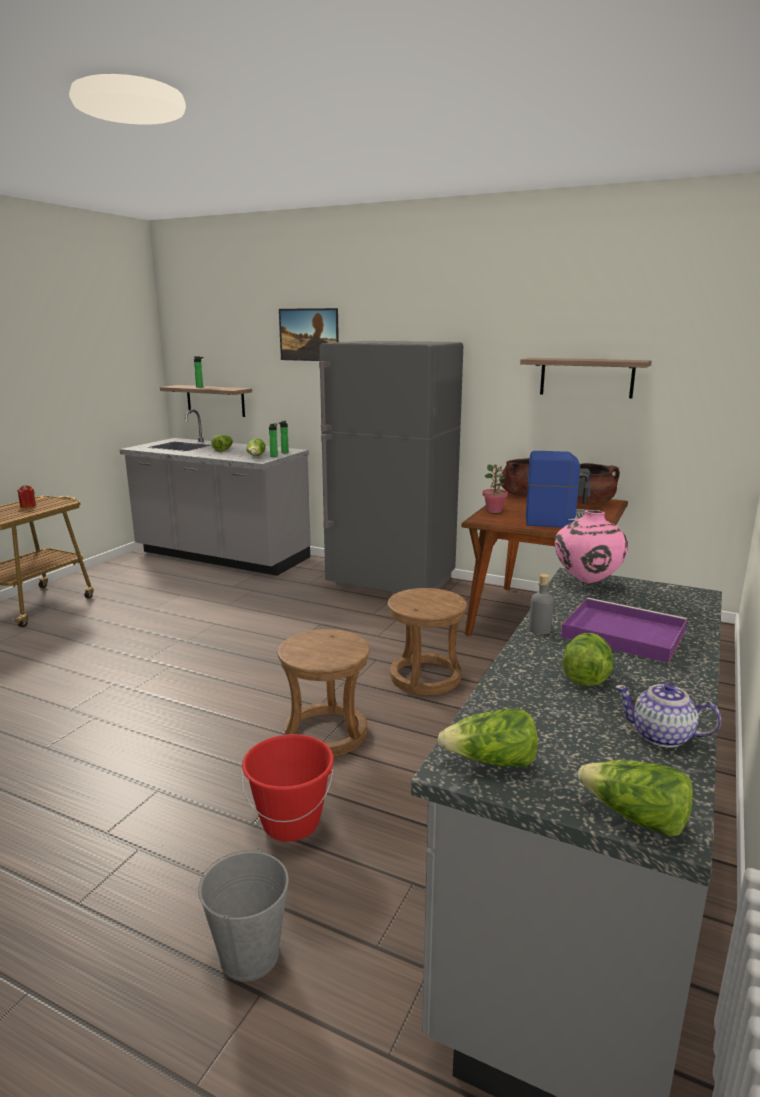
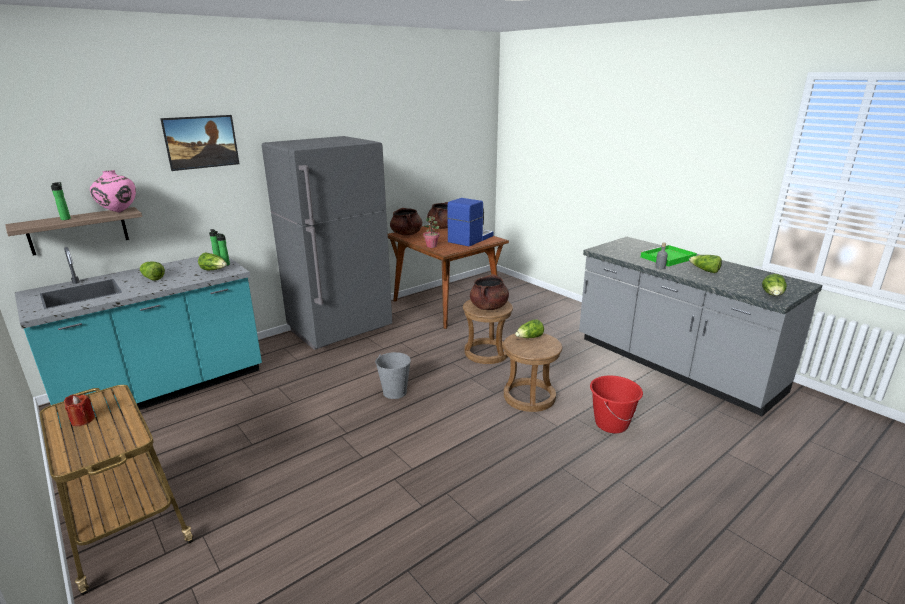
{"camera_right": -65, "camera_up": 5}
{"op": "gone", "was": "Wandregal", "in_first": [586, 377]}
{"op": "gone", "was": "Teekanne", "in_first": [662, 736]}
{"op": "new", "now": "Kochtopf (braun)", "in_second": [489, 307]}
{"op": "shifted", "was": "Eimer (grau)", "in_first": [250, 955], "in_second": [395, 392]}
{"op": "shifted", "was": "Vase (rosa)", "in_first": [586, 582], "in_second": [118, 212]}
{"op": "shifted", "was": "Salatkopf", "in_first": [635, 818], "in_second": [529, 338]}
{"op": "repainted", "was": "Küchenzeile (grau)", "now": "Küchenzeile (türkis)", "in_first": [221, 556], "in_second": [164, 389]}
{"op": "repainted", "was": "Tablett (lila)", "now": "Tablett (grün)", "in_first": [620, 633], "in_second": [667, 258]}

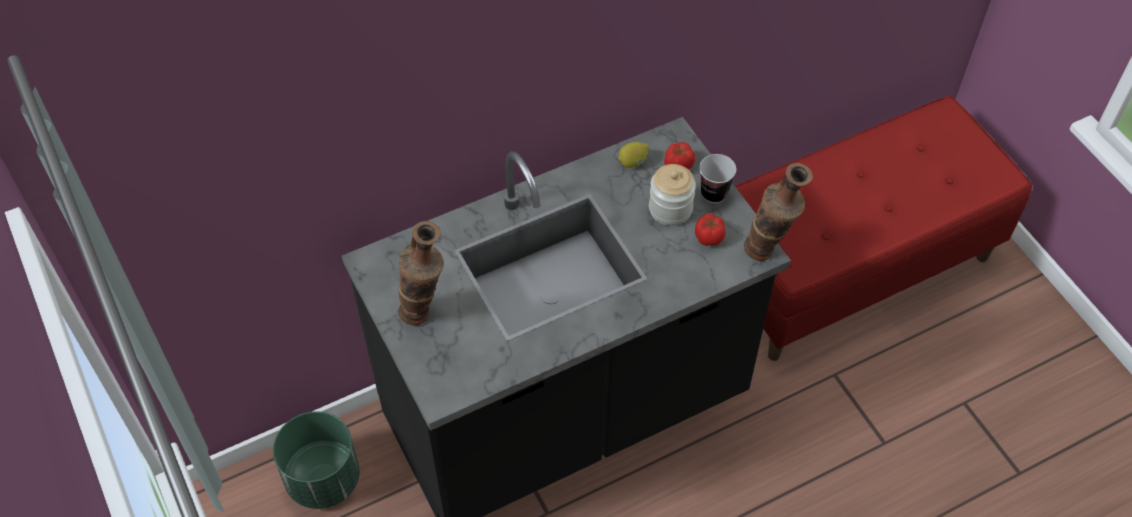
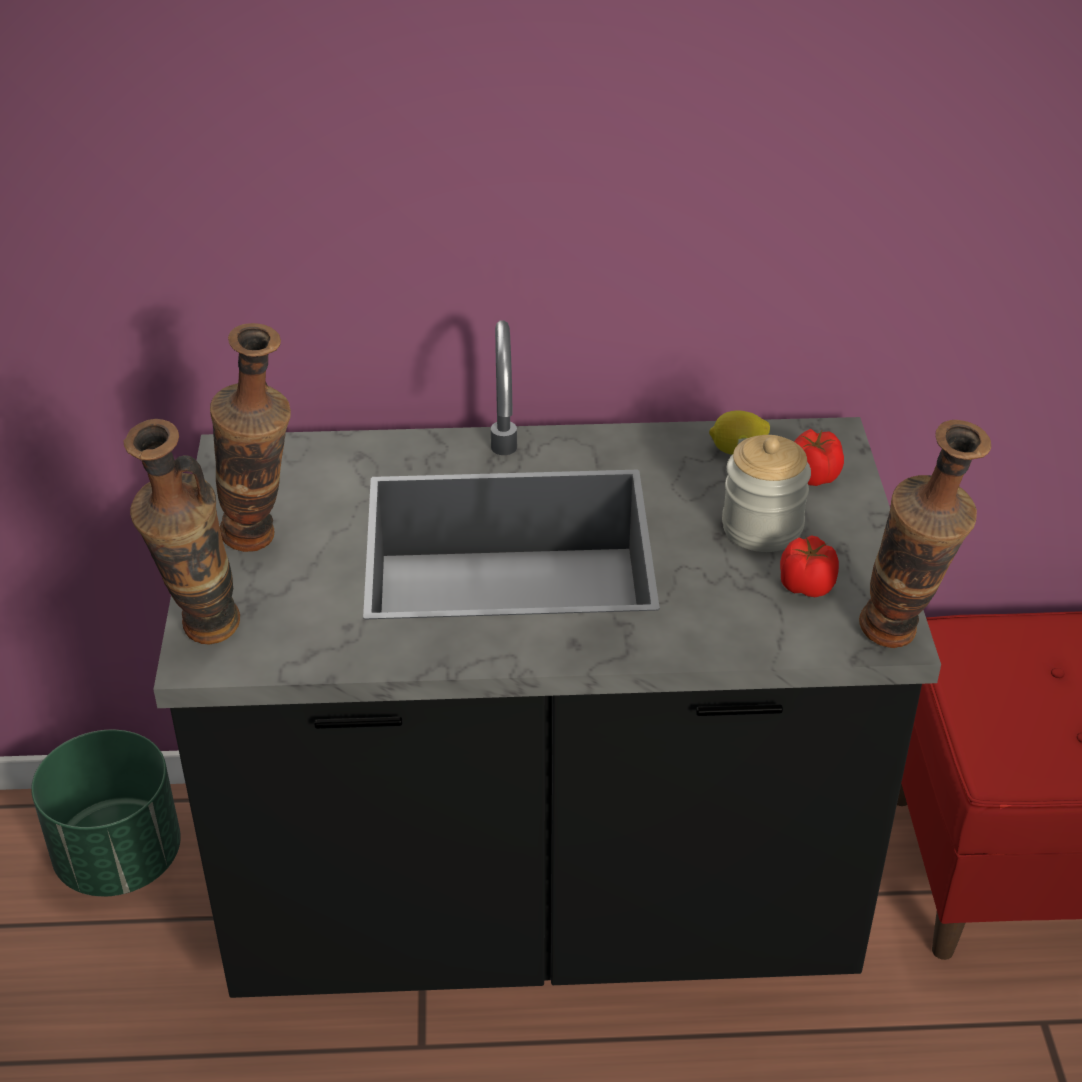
{"camera_right": 25, "camera_up": -15}
{"op": "gone", "was": "Tasse", "in_first": [714, 193]}
{"op": "new", "now": "Vase", "in_second": [202, 639]}

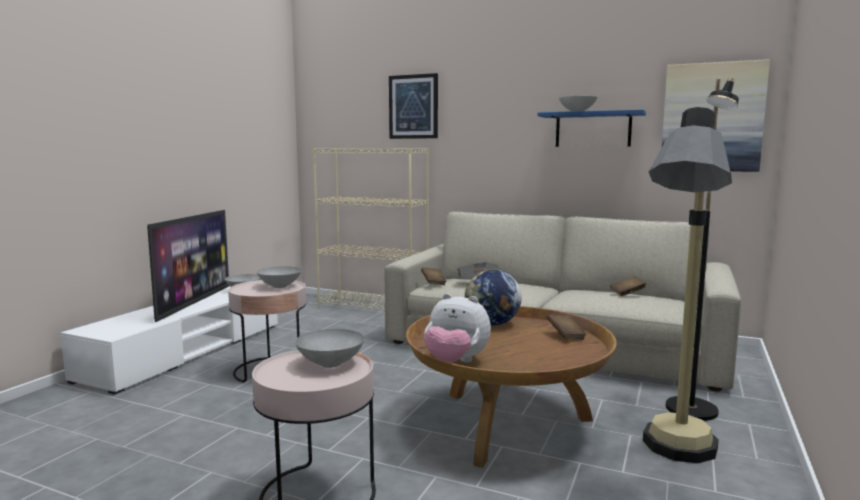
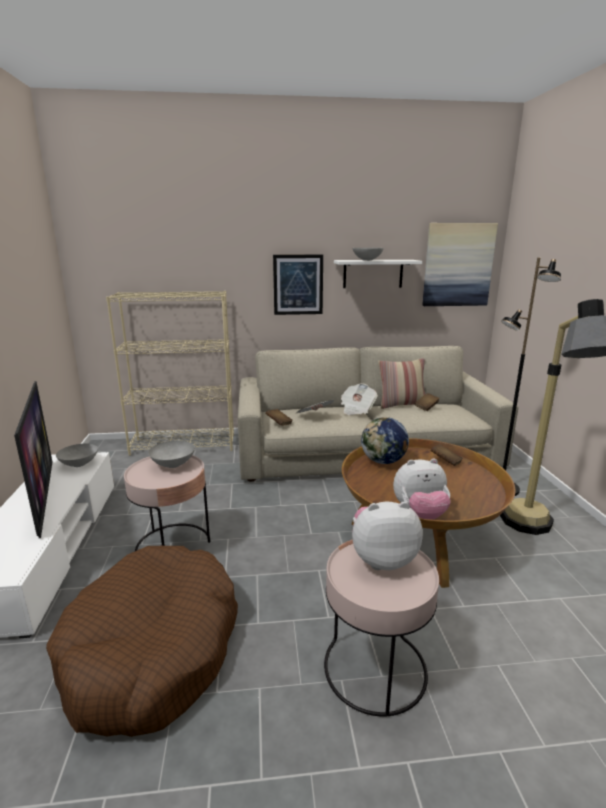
{"camera_right": -30, "camera_up": 10}
{"op": "new", "now": "Hundebett (braun)", "in_second": [153, 649]}
{"op": "new", "now": "Zeitung", "in_second": [357, 409]}
{"op": "new", "now": "Kissen", "in_second": [401, 405]}
{"op": "shifted", "was": "Bild", "in_first": [413, 107], "in_second": [298, 284]}
{"op": "swapped", "was": "Schüssel (grau)", "now": "Plüschtier", "in_first": [329, 363], "in_second": [382, 559]}
{"op": "repainted", "was": "Wandregal (blau)", "now": "Wandregal (weiß)", "in_first": [593, 129], "in_second": [373, 273]}

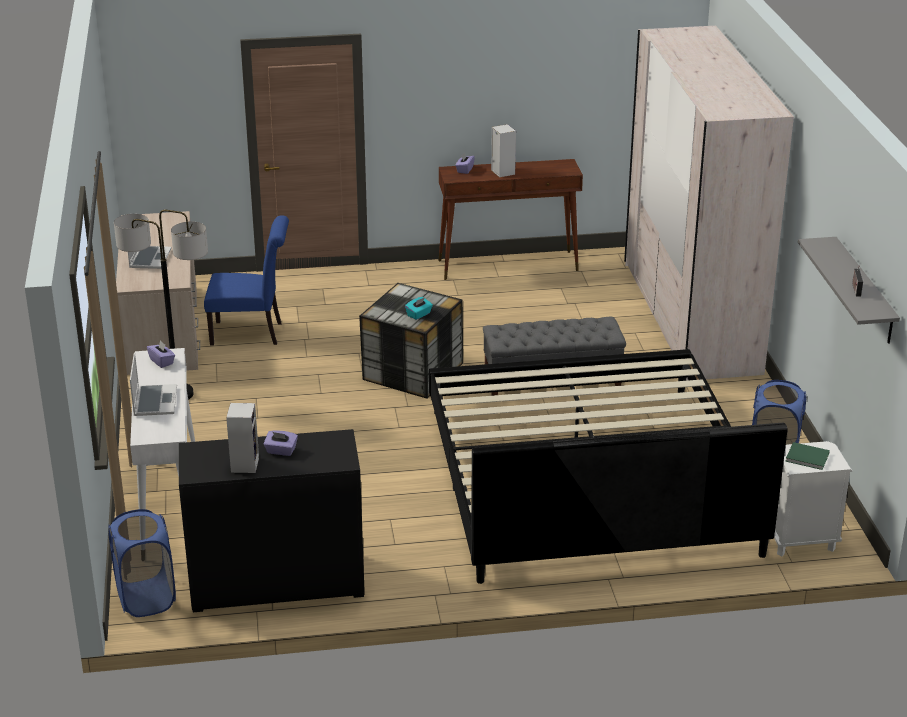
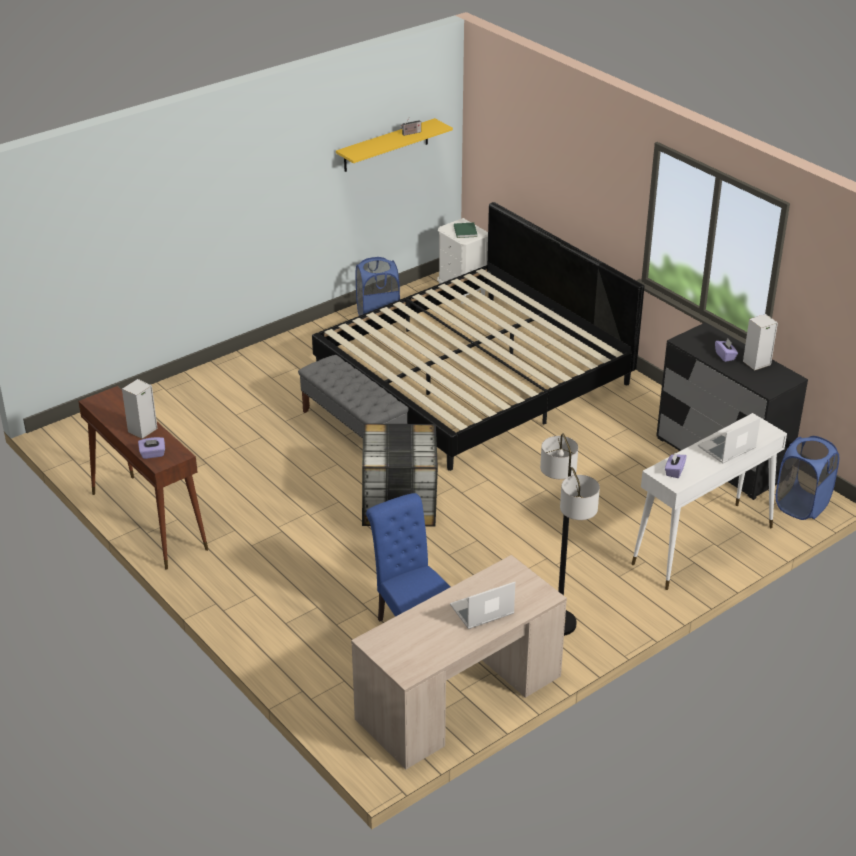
{"camera_right": -120, "camera_up": 5}
{"op": "gone", "was": "Taschentuchbox (türkis)", "in_first": [419, 315]}
{"op": "gone", "was": "Kleiderschrank (beige)", "in_first": [690, 317]}
{"op": "repainted", "was": "Wandregal (grau)", "now": "Wandregal (gelb)", "in_first": [864, 291], "in_second": [386, 145]}

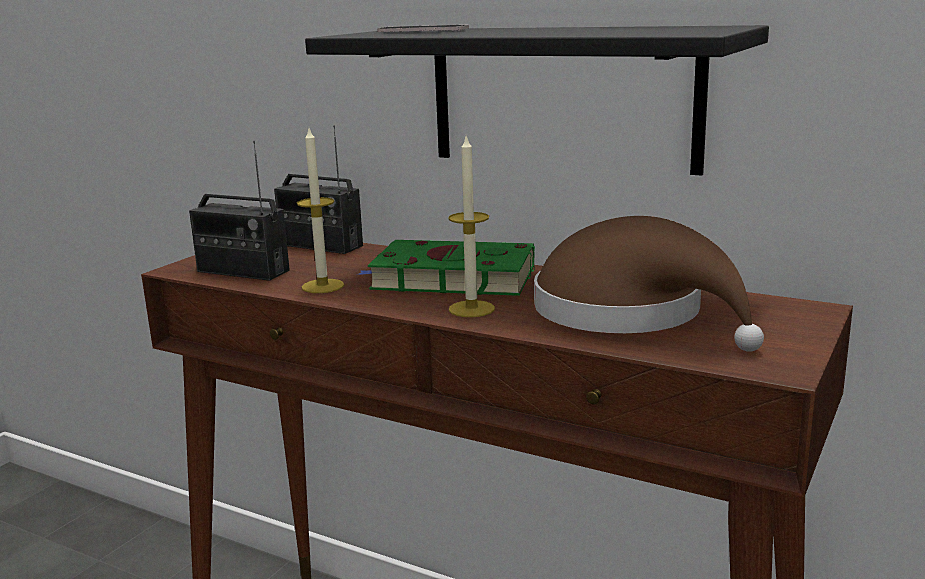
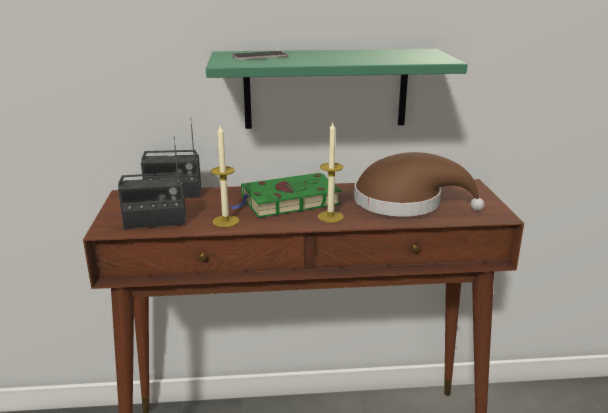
{"camera_right": -35, "camera_up": 5}
{"op": "repainted", "was": "Wandregal (schwarz)", "now": "Wandregal (grün)", "in_first": [562, 97], "in_second": [326, 89]}

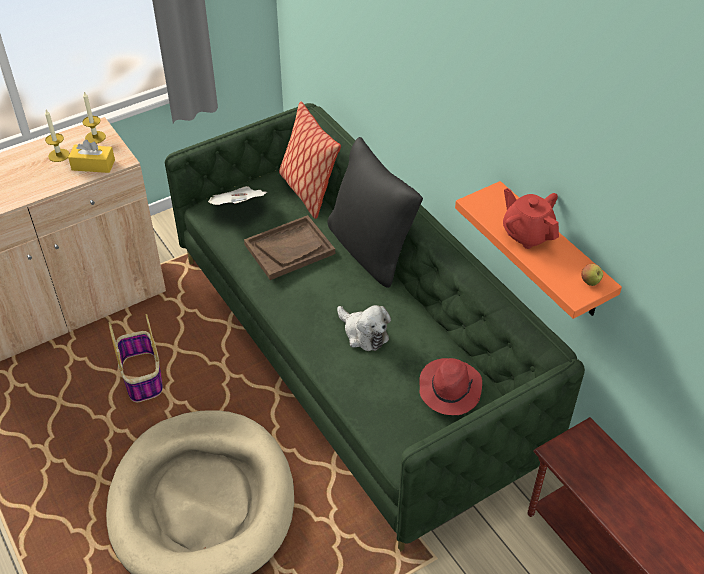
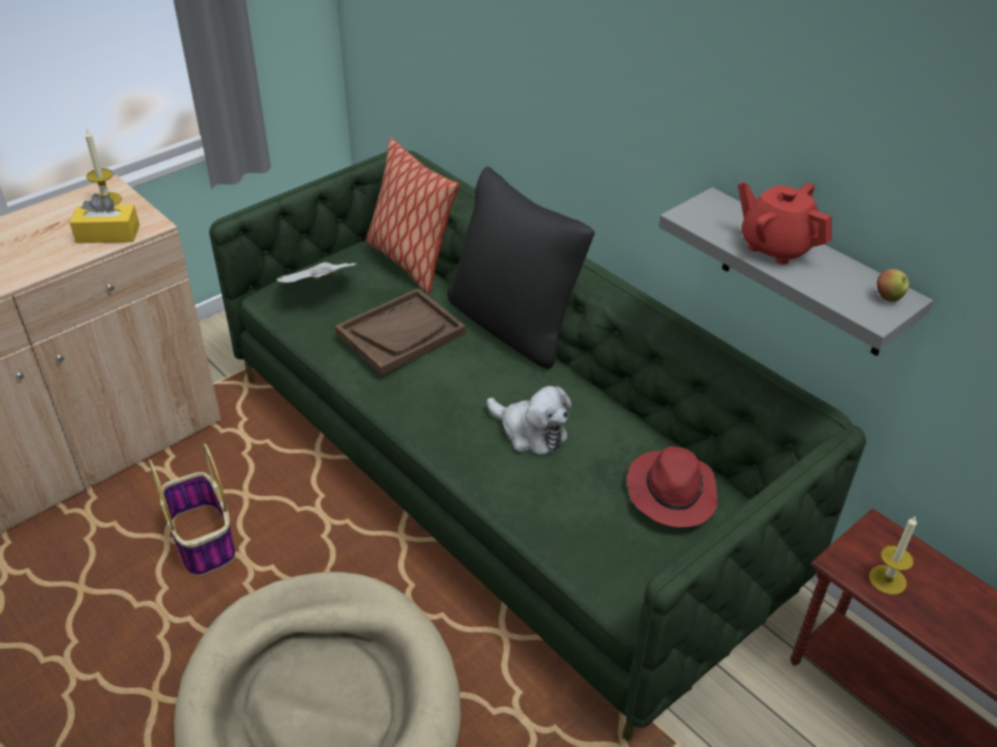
{"camera_right": -10, "camera_up": -5}
{"op": "shifted", "was": "Kerze", "in_first": [59, 155], "in_second": [887, 580]}
{"op": "repainted", "was": "Wandregal (orange)", "now": "Wandregal (grau)", "in_first": [553, 252], "in_second": [805, 275]}

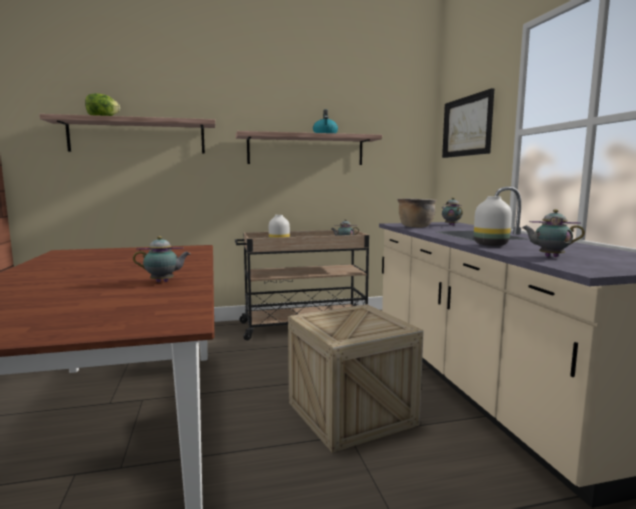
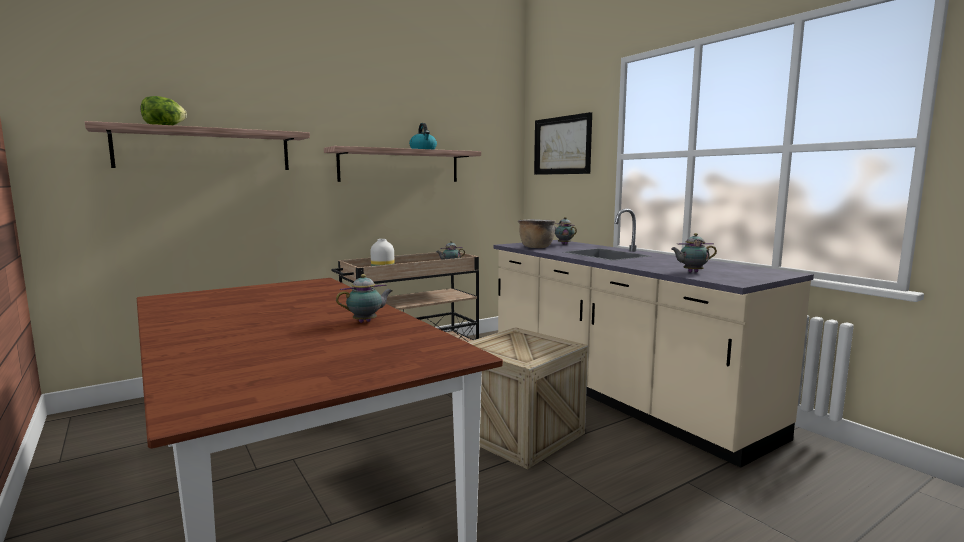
{"camera_right": -20, "camera_up": 0}
{"op": "gone", "was": "Vase (weiß)", "in_first": [489, 245]}

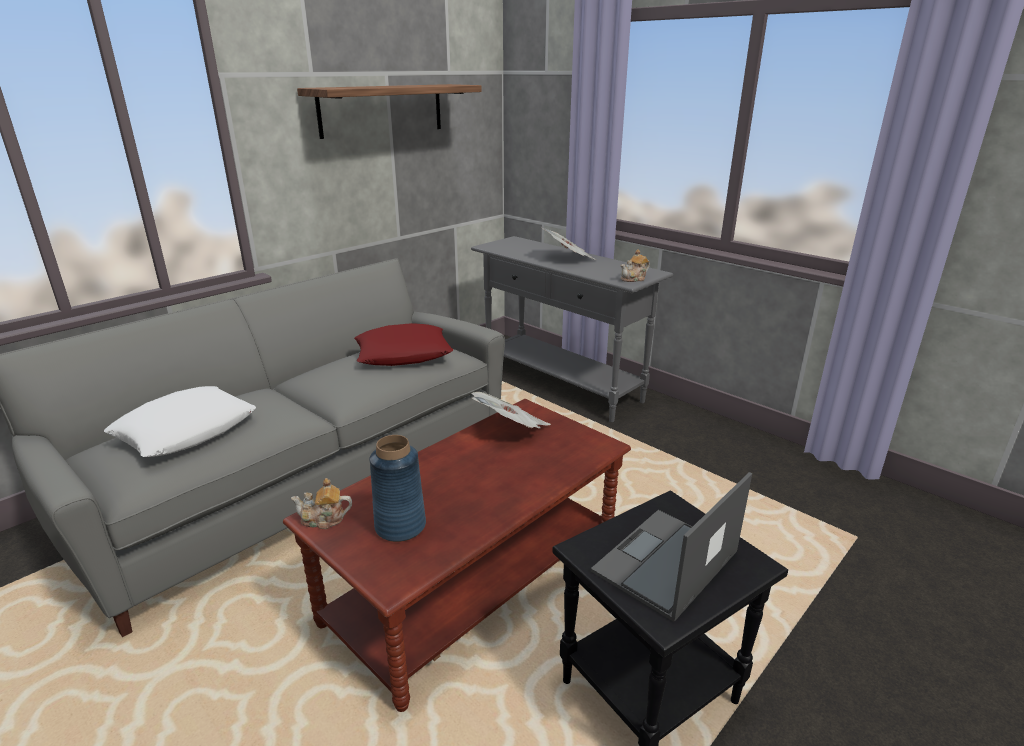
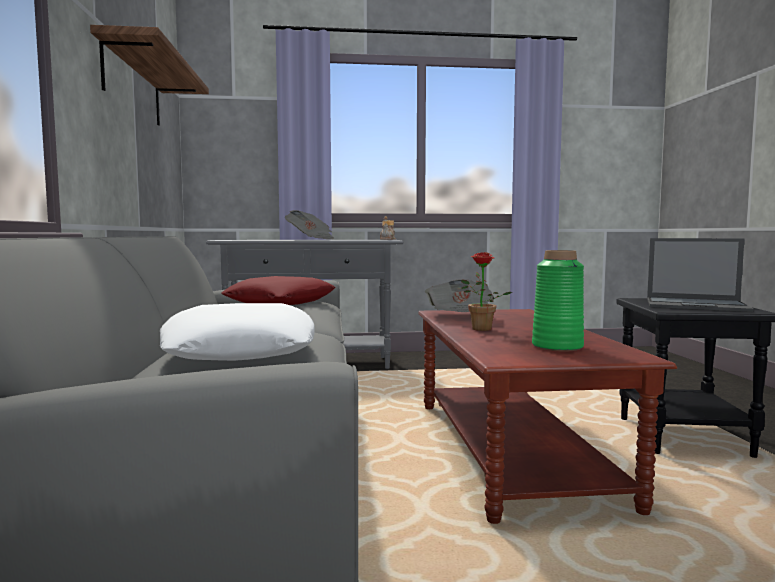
{"camera_right": -50, "camera_up": -20}
{"op": "gone", "was": "Teekanne", "in_first": [324, 519]}
{"op": "new", "now": "Topfpflanze", "in_second": [480, 330]}
{"op": "repainted", "was": "Vase (blau)", "now": "Vase (grün)", "in_first": [401, 526], "in_second": [557, 346]}
{"op": "rotated", "was": "Laptop", "in_first": [665, 563], "in_second": [697, 305], "clockwise": -60}

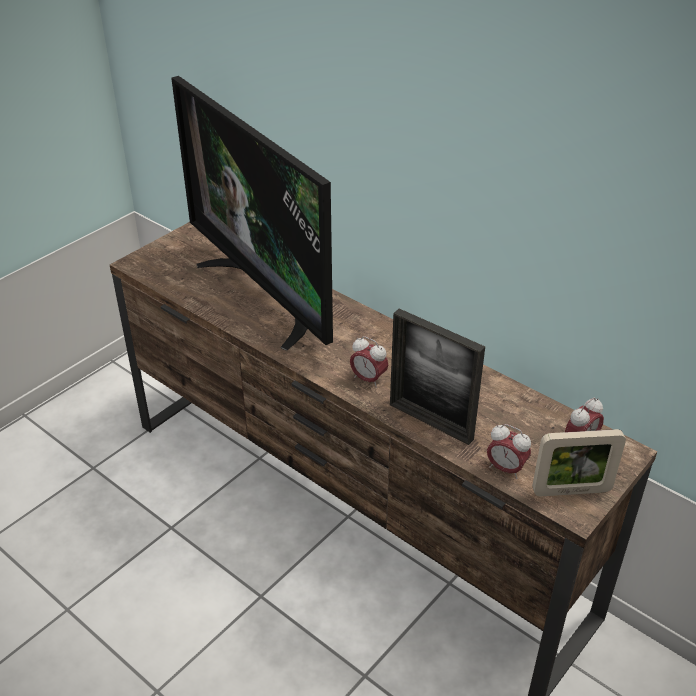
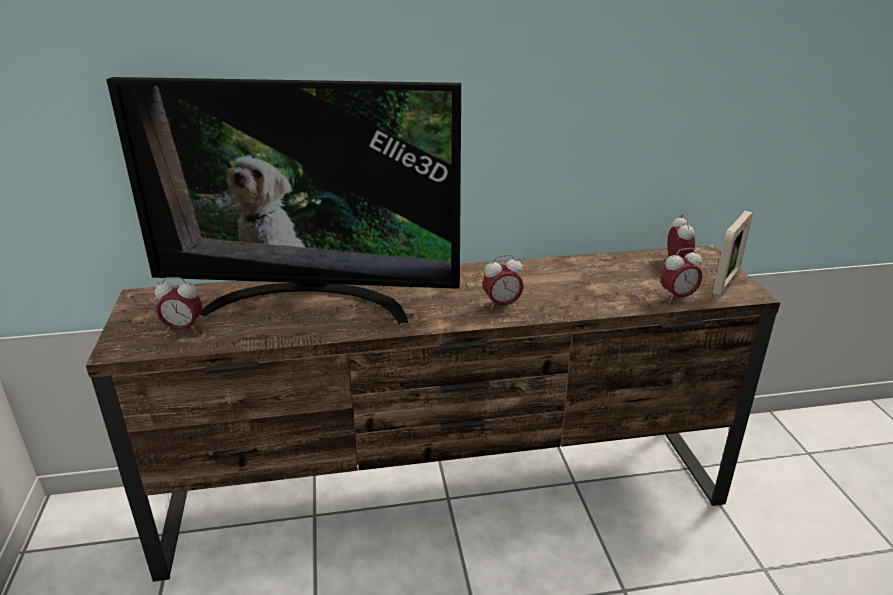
{"camera_right": -50, "camera_up": -10}
{"op": "gone", "was": "Bilderrahmen", "in_first": [430, 421]}
{"op": "new", "now": "Wecker", "in_second": [183, 329]}

